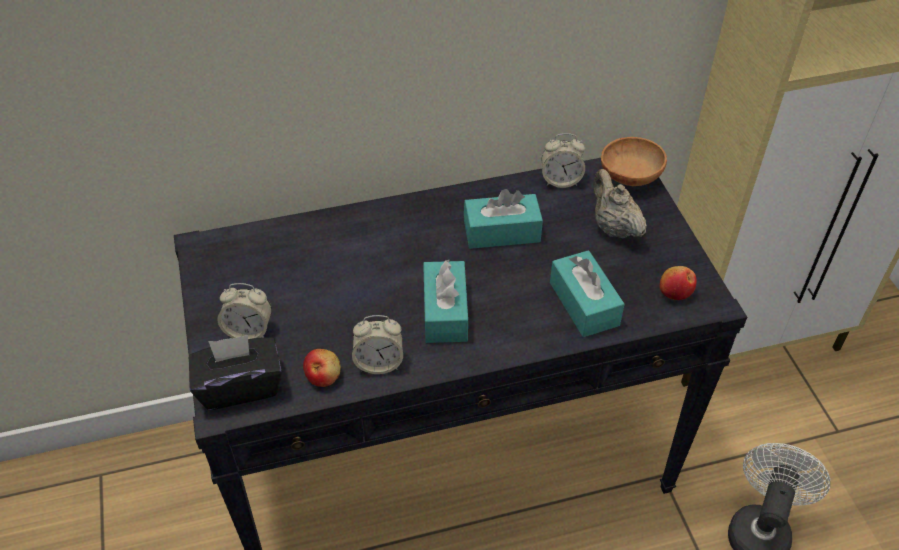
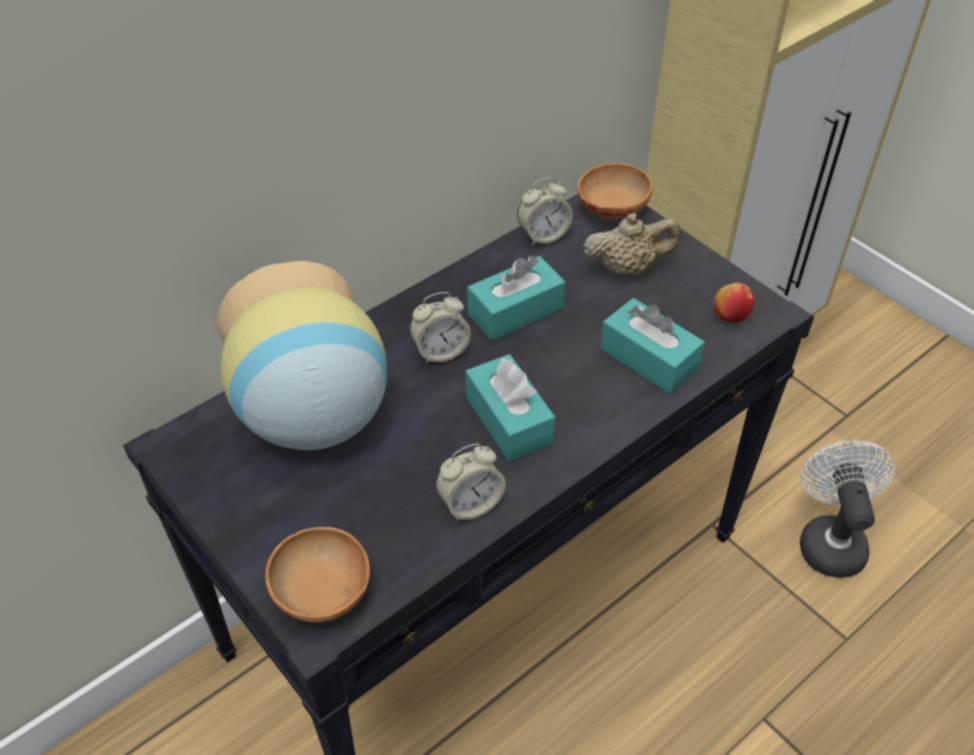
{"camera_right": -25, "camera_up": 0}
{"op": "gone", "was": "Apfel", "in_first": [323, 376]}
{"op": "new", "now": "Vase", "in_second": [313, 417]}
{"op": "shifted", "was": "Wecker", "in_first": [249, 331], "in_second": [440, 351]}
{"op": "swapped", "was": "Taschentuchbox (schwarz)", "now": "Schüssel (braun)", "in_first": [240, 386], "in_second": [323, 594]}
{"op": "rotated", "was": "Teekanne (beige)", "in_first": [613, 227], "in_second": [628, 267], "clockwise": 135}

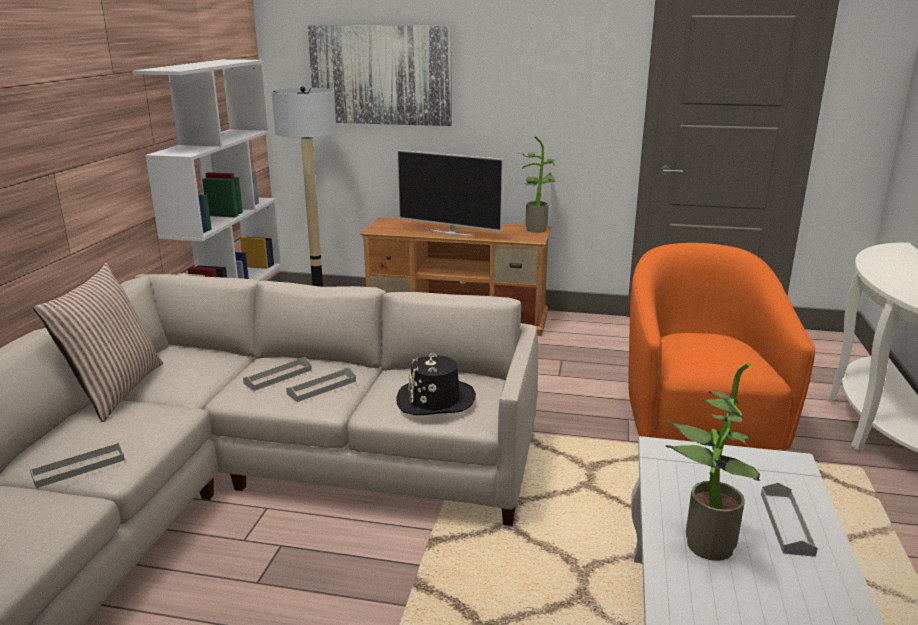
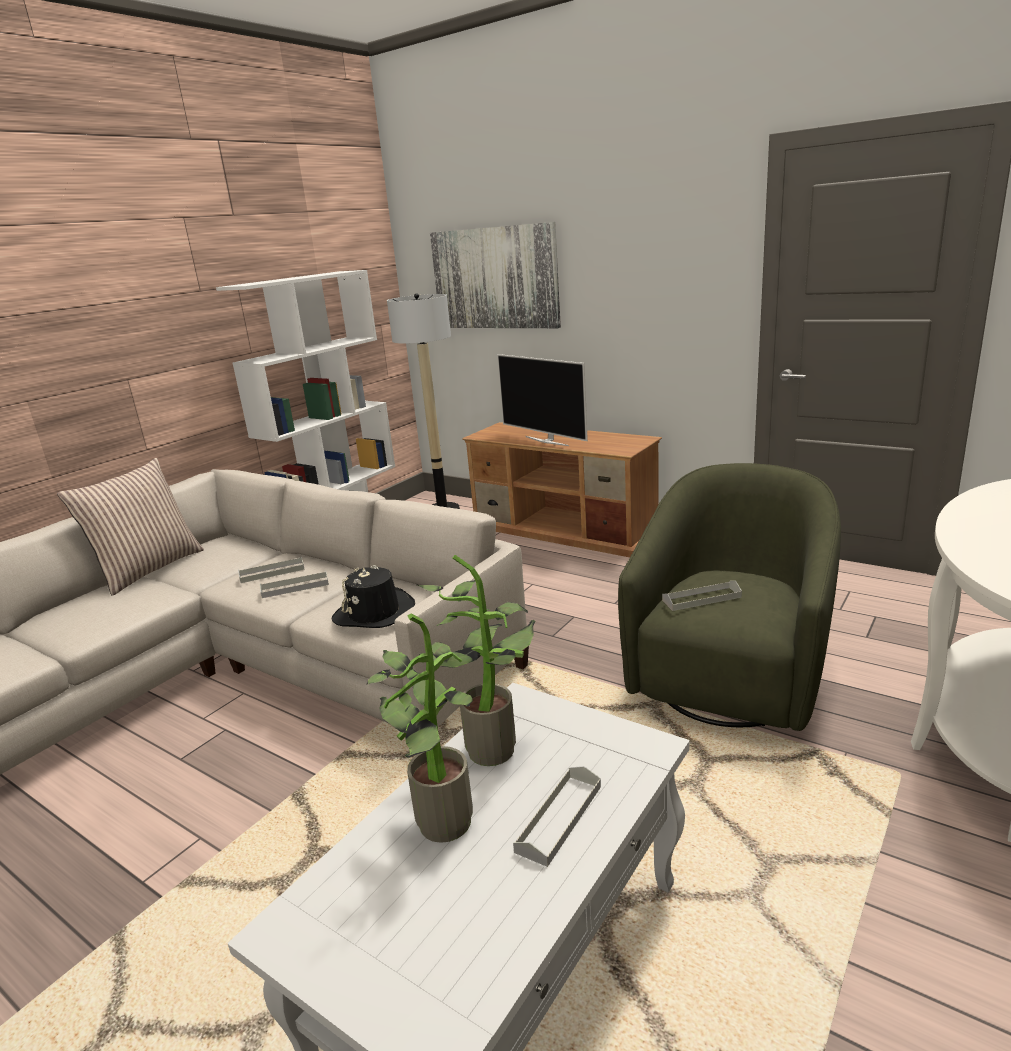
{"camera_right": 25, "camera_up": 0}
{"op": "shifted", "was": "Tablett (grau)", "in_first": [78, 468], "in_second": [701, 599]}
{"op": "shifted", "was": "Topfpflanze", "in_first": [535, 229], "in_second": [494, 745]}
{"op": "repainted", "was": "Sessel (orange)", "now": "Sessel (grün)", "in_first": [697, 420], "in_second": [731, 676]}

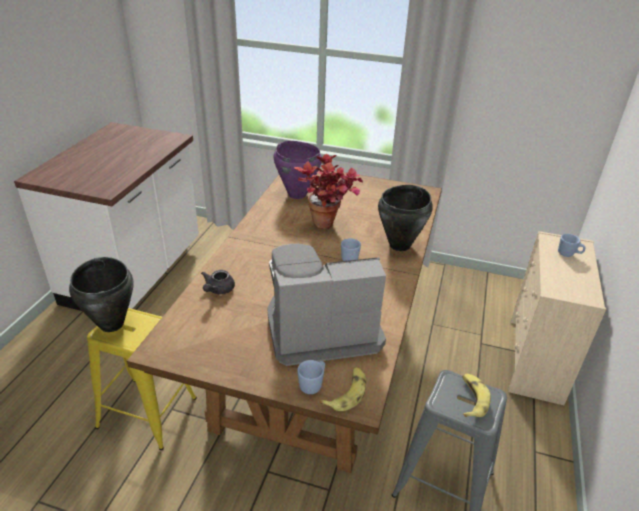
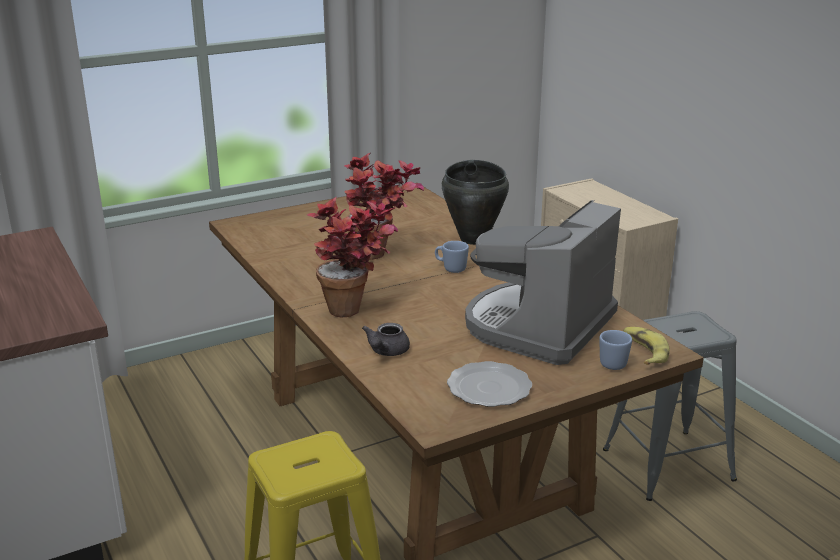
{"camera_right": -45, "camera_up": -10}
{"op": "gone", "was": "Kochtopf (schwarz)", "in_first": [112, 323]}
{"op": "gone", "was": "Kochtopf (lila)", "in_first": [297, 194]}
{"op": "gone", "was": "Banane", "in_first": [471, 399]}
{"op": "gone", "was": "Henkelbecher (blau)", "in_first": [568, 254]}
{"op": "new", "now": "Topfpflanze", "in_second": [356, 309]}
{"op": "new", "now": "Teller", "in_second": [490, 387]}
{"op": "rotated", "was": "Teekanne (grau)", "in_first": [218, 290], "in_second": [386, 352], "clockwise": 45}

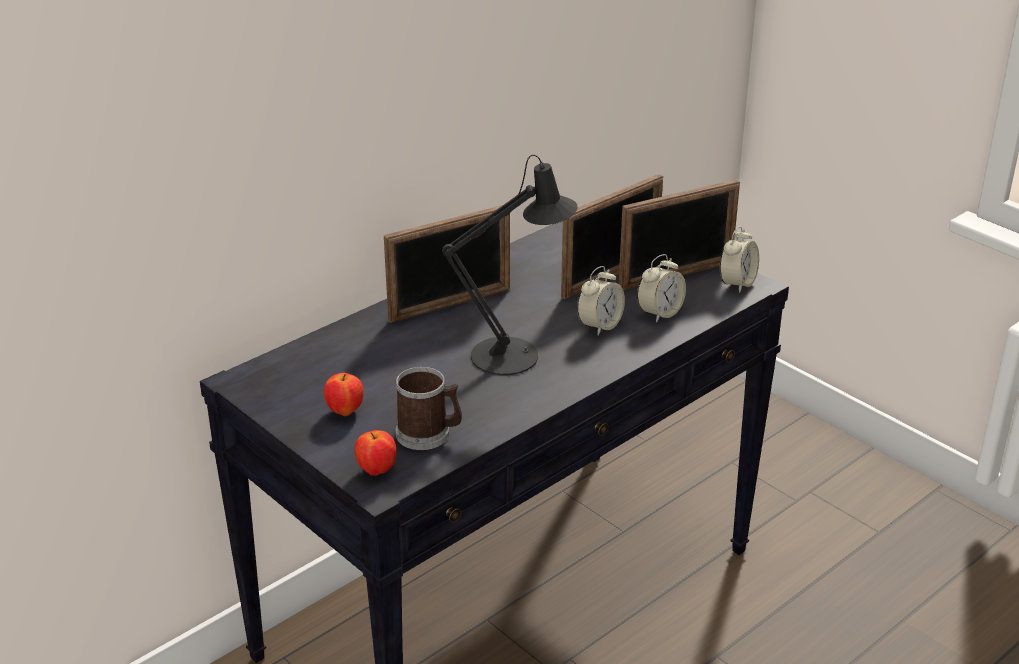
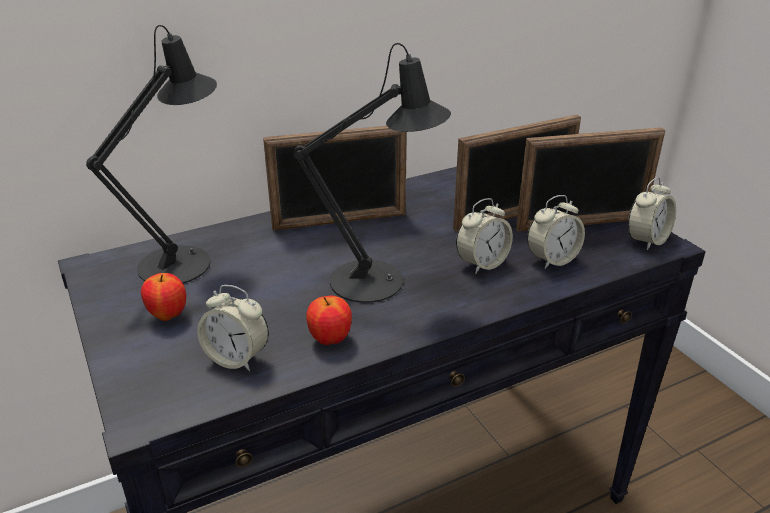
{"camera_right": 15, "camera_up": 0}
{"op": "new", "now": "Tischlampe (schwarz)", "in_second": [183, 260]}
{"op": "shifted", "was": "Apfel", "in_first": [376, 470], "in_second": [330, 339]}
{"op": "swapped", "was": "Henkelbecher", "now": "Wecker", "in_first": [429, 434], "in_second": [237, 358]}

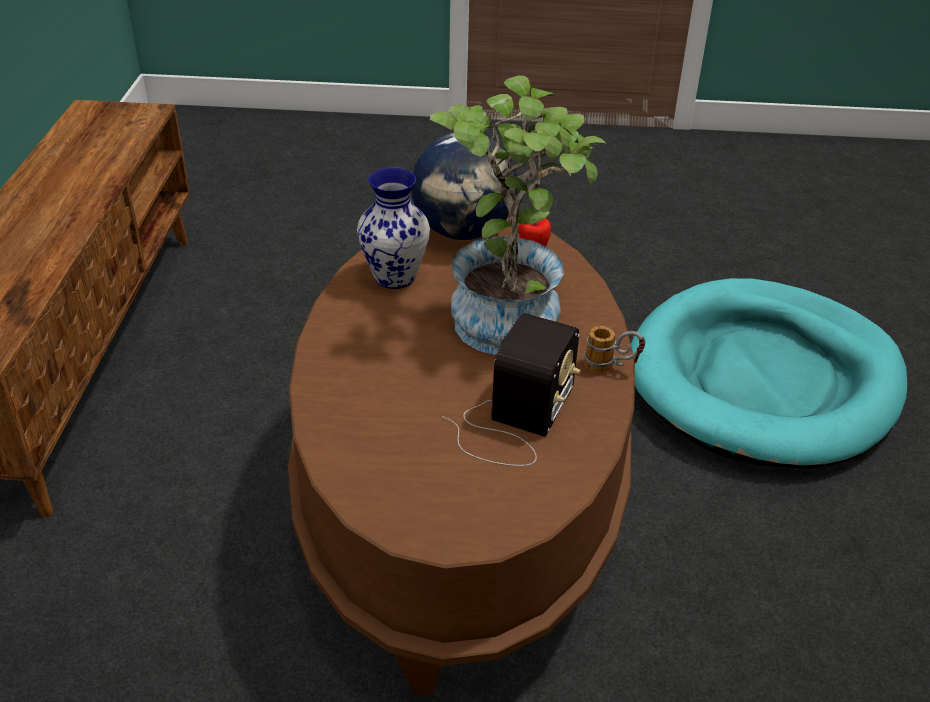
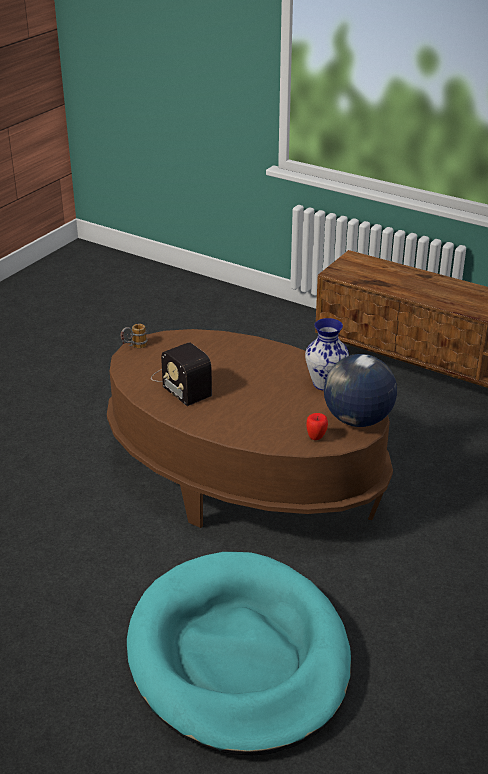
{"camera_right": 120, "camera_up": -5}
{"op": "gone", "was": "Topfpflanze", "in_first": [510, 315]}
{"op": "shifted", "was": "Henkelbecher", "in_first": [611, 367], "in_second": [134, 347]}

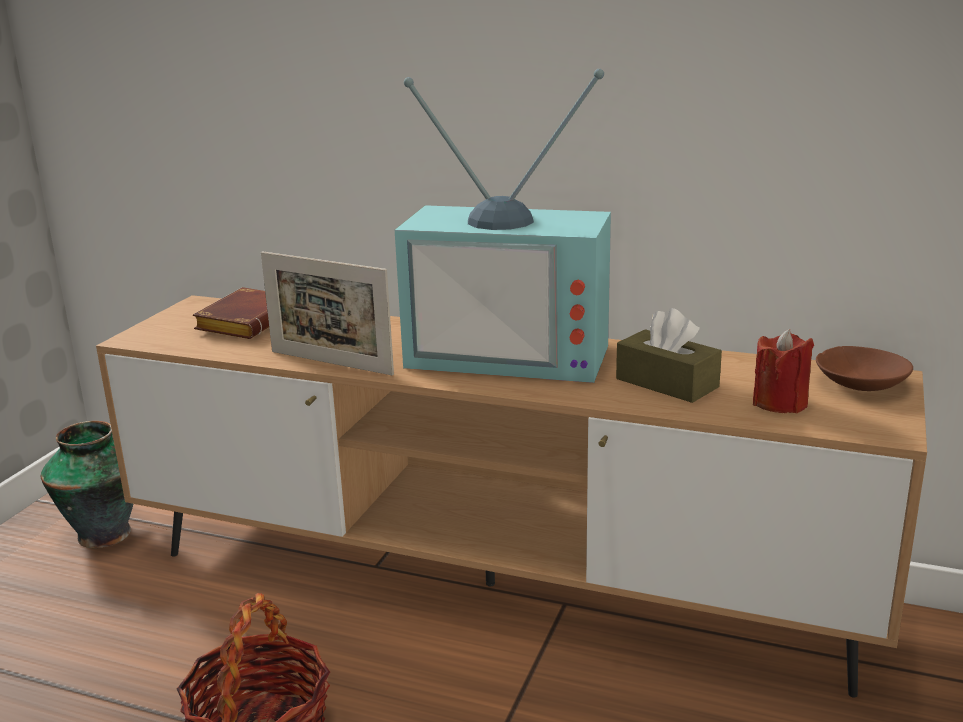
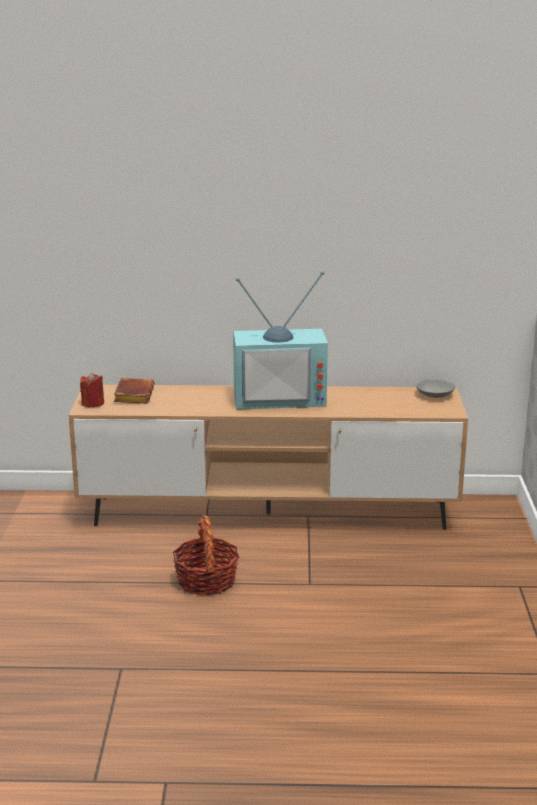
{"camera_right": -20, "camera_up": 0}
{"op": "gone", "was": "Vase", "in_first": [106, 533]}
{"op": "gone", "was": "Bilderrahmen", "in_first": [331, 363]}
{"op": "gone", "was": "Taschentuchbox (braun)", "in_first": [667, 383]}
{"op": "shifted", "was": "Kerze (rot)", "in_first": [780, 403], "in_second": [93, 403]}
{"op": "repainted", "was": "Schüssel (braun)", "now": "Schüssel (grau)", "in_first": [860, 383], "in_second": [434, 395]}

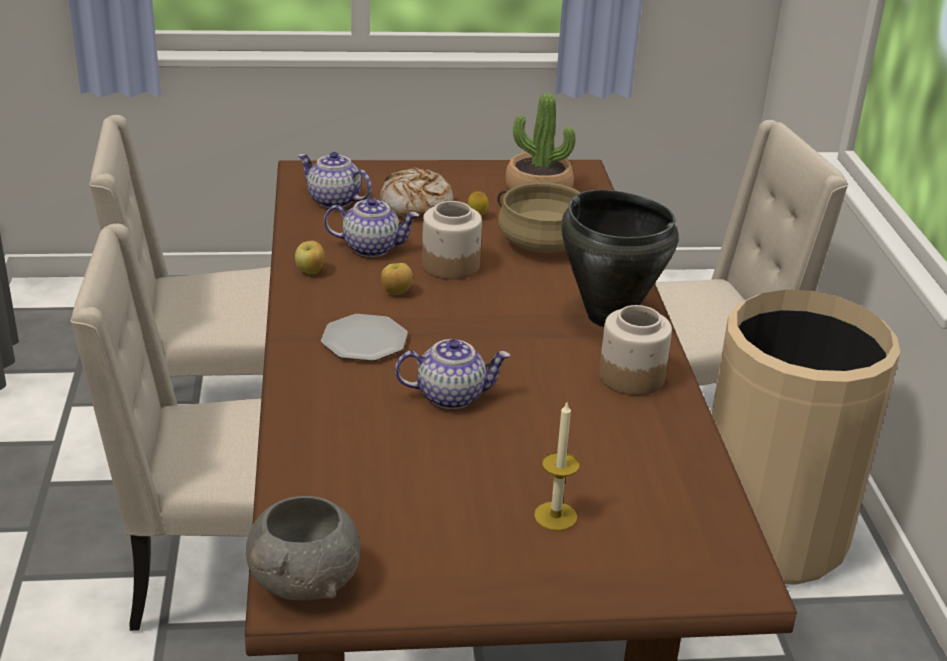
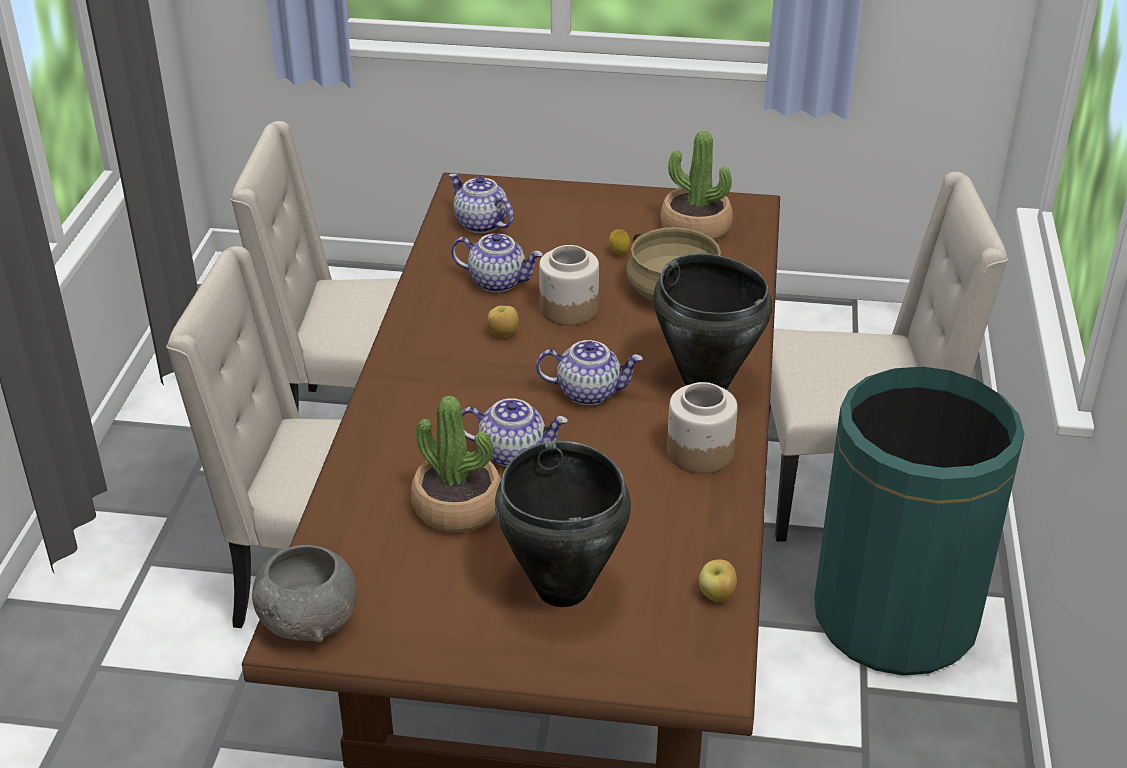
{"camera_right": 15, "camera_up": 5}
{"op": "gone", "was": "Teller", "in_first": [363, 341]}
{"op": "gone", "was": "Brot", "in_first": [416, 205]}
{"op": "new", "now": "Topfpflanze", "in_second": [458, 506]}
{"op": "new", "now": "Teekanne", "in_second": [589, 392]}
{"op": "shifted", "was": "Apfel", "in_first": [310, 272], "in_second": [717, 596]}
{"op": "swapped", "was": "Kerze", "now": "Kochtopf (schwarz)", "in_first": [555, 516], "in_second": [561, 589]}
{"op": "repainted", "was": "Mülleimer (beige)", "now": "Mülleimer (grün)", "in_first": [769, 535], "in_second": [894, 619]}

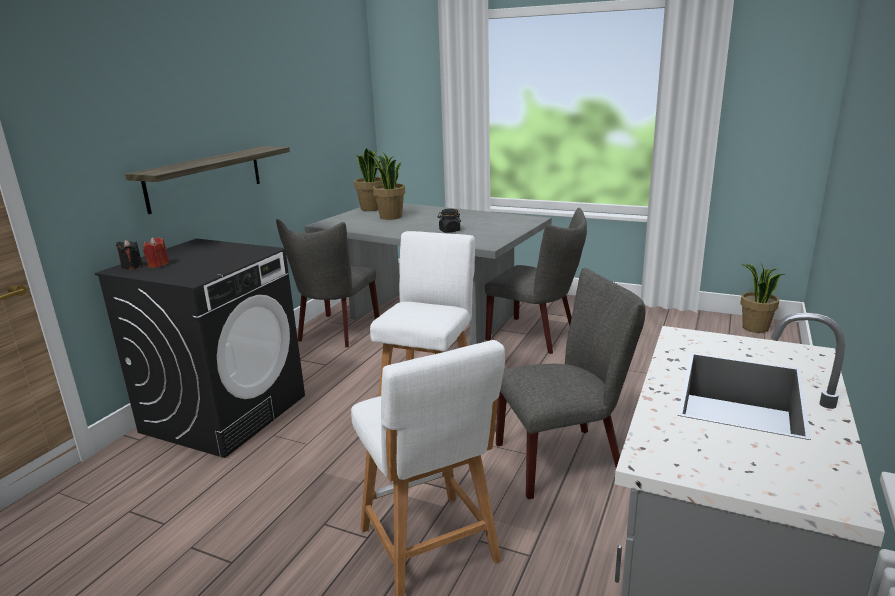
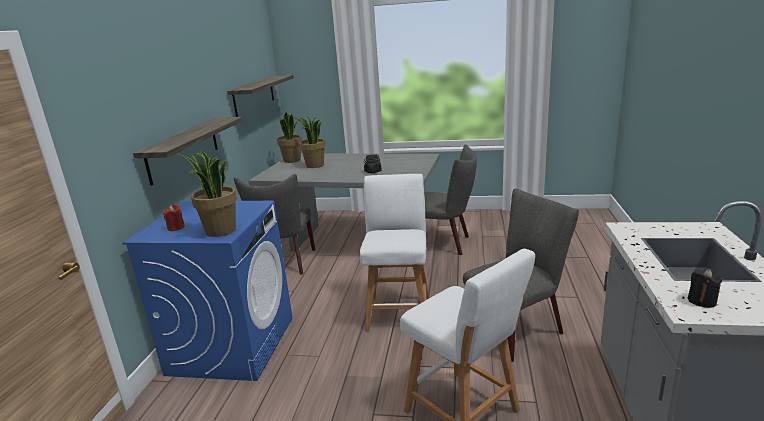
{"camera_right": -15, "camera_up": 0}
{"op": "new", "now": "Wandregal", "in_second": [254, 95]}
{"op": "shifted", "was": "Kerze (schwarz)", "in_first": [132, 266], "in_second": [701, 301]}
{"op": "shifted", "was": "Topfpflanze", "in_first": [755, 328], "in_second": [220, 231]}
{"op": "repainted", "was": "Waschmaschine (schwarz)", "now": "Waschmaschine (blau)", "in_first": [225, 413], "in_second": [232, 344]}

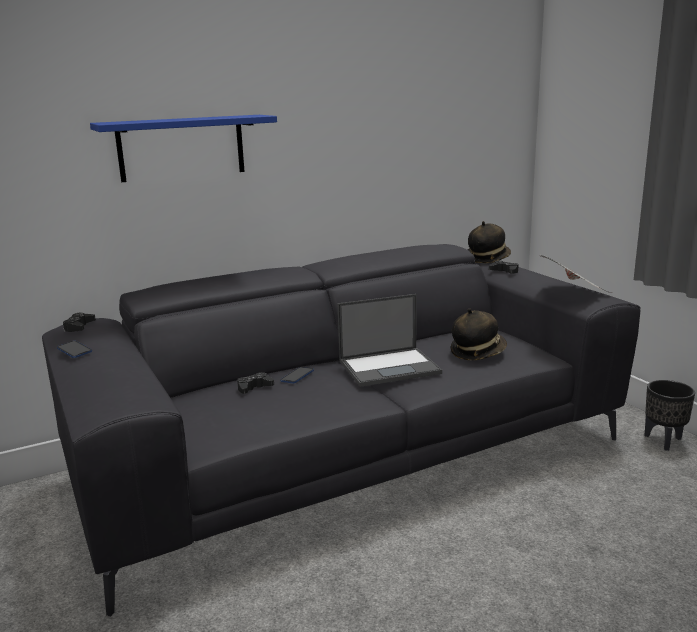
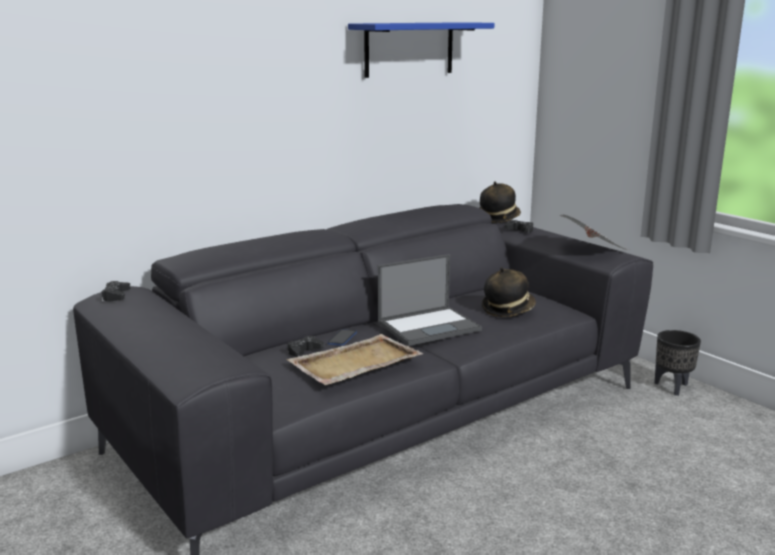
{"camera_right": -10, "camera_up": 0}
{"op": "gone", "was": "Handy", "in_first": [74, 350]}
{"op": "new", "now": "Tablett (beige)", "in_second": [354, 363]}
{"op": "shifted", "was": "Wandregal (blau)", "in_first": [182, 148], "in_second": [409, 49]}

